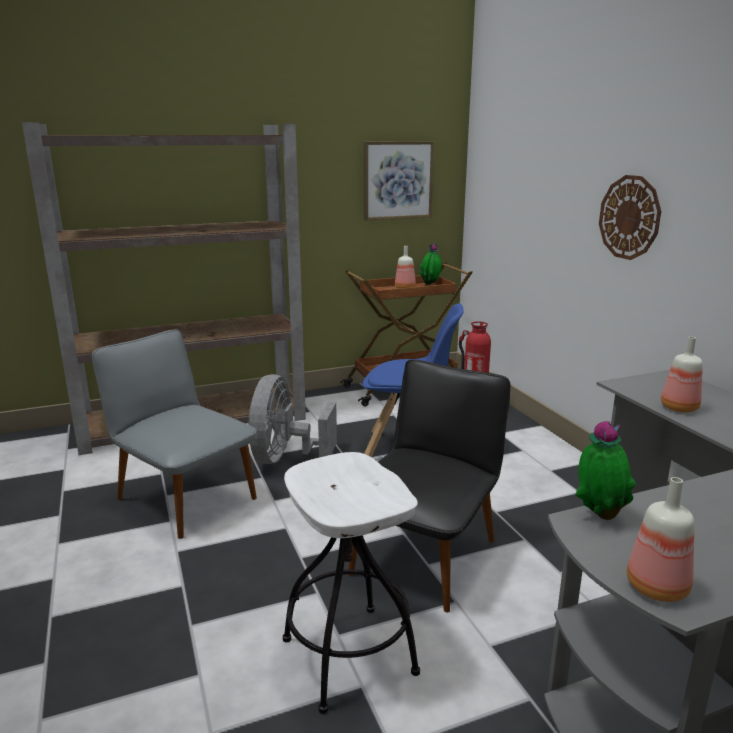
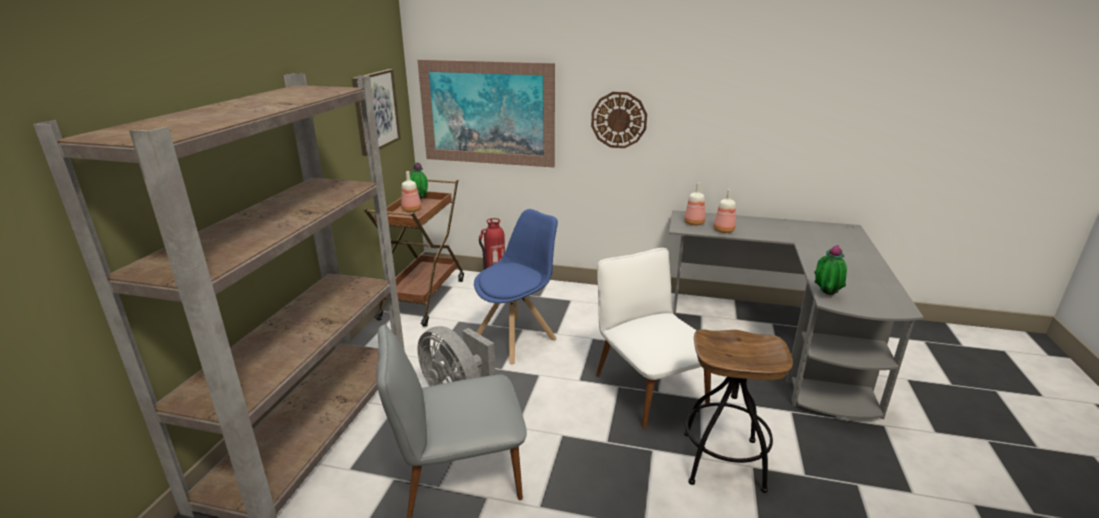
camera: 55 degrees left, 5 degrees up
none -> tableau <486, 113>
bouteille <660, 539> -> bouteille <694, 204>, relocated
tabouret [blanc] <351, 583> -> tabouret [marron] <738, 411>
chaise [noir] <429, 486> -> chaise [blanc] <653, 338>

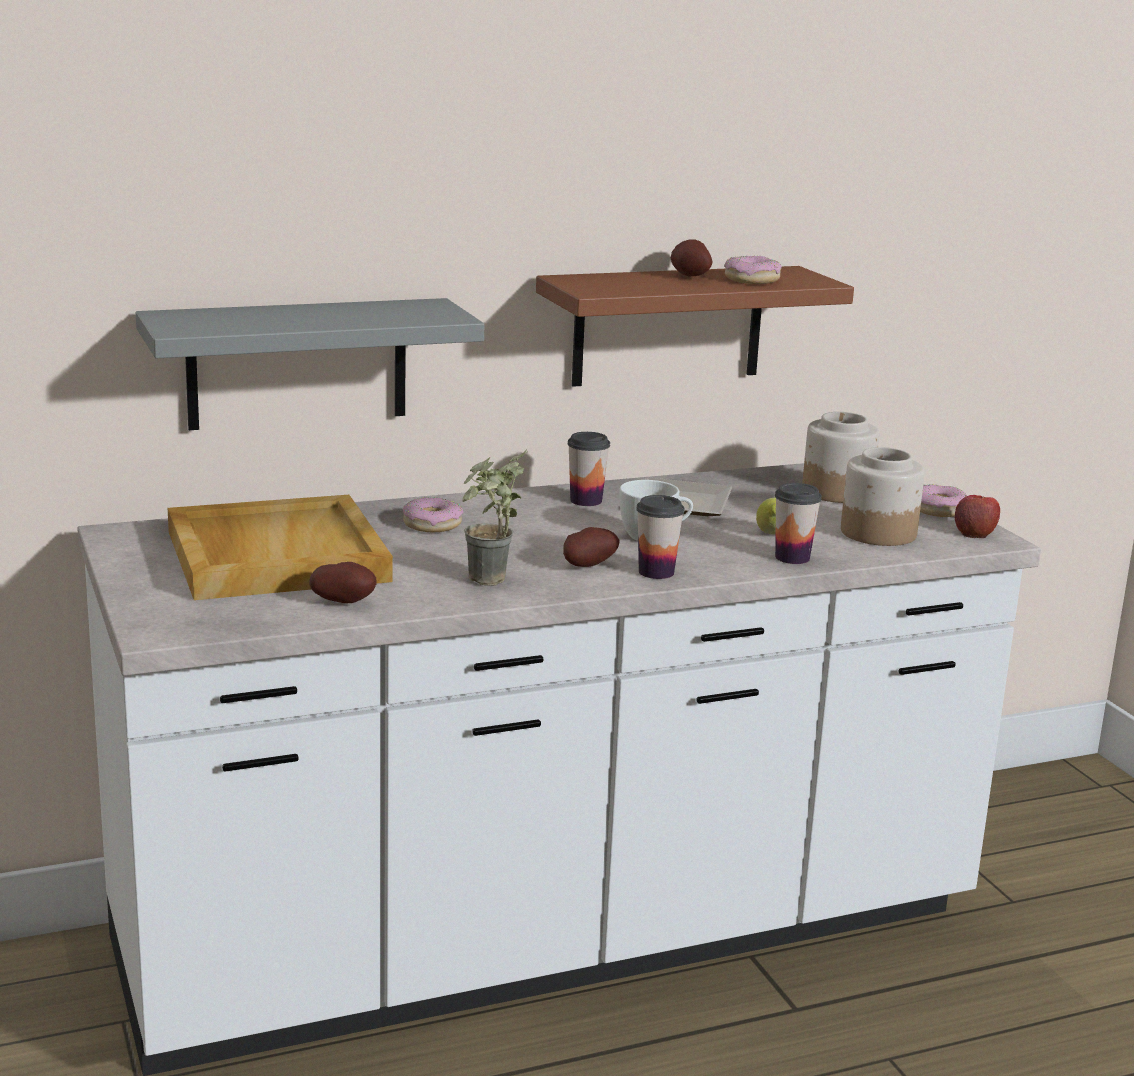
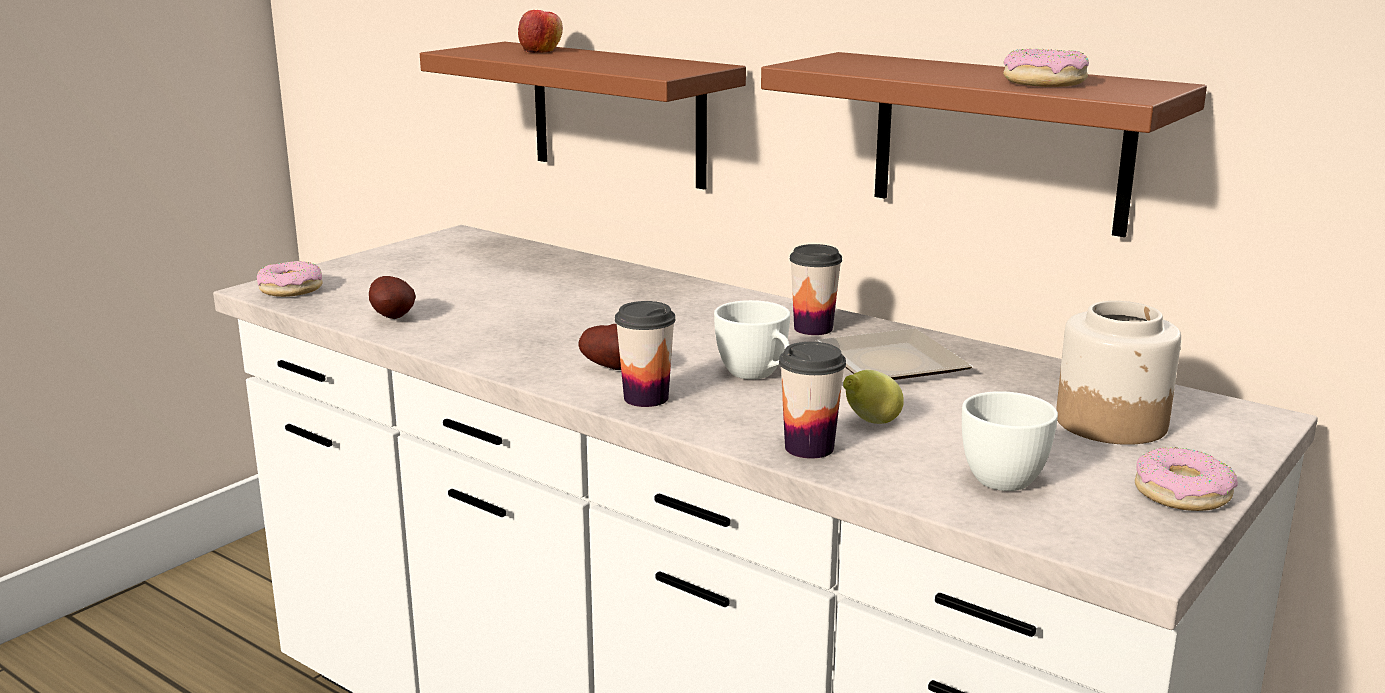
camera: 60 degrees right, 0 degrees up
plateau [beige] <280, 547> -> none
plante en pot <495, 517> -> none
pomme de terre <691, 258> -> none
beignet <433, 514> -> beignet <289, 279>, relocated
pomme <977, 516> -> pomme <540, 31>, relocated
bocal <883, 496> -> tasse [blanc] <1010, 441>
étagère [gris] <310, 364> -> étagère [marron] <583, 115>

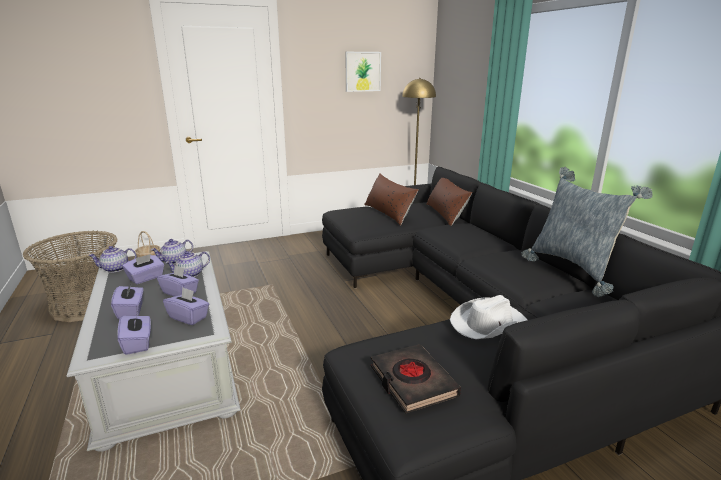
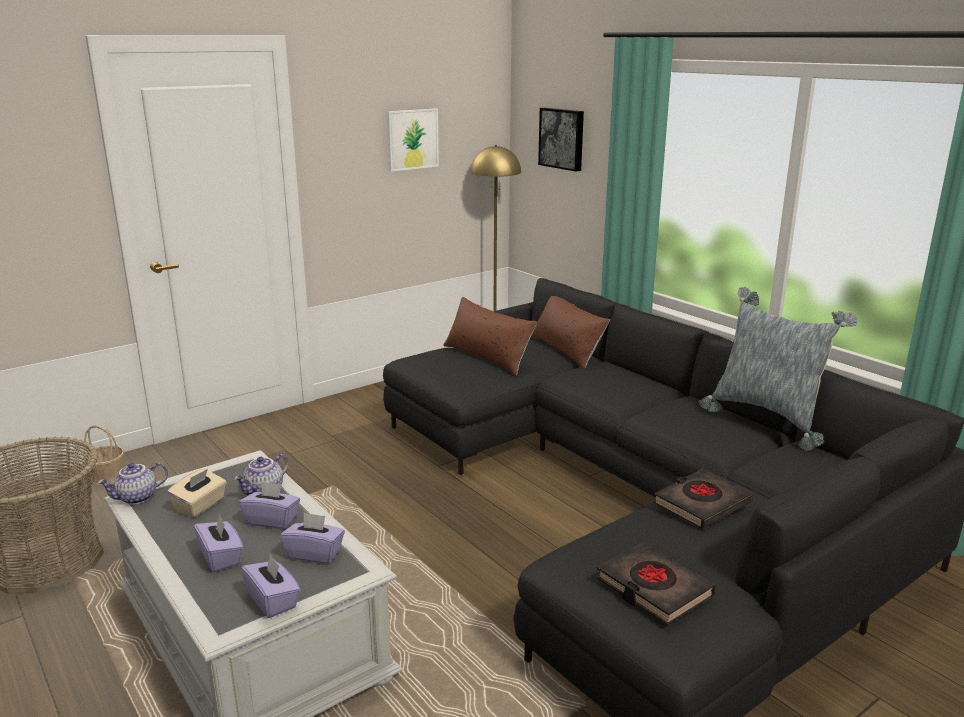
camera: 15 degrees left, 0 degrees up
théière <172, 251> -> none
none -> tableau <561, 140>
chapeau [blanc] <488, 317> -> livre [noir] <703, 499>
boîte à mouchoirs [violet] <143, 269> -> boîte à mouchoirs [beige] <197, 493>

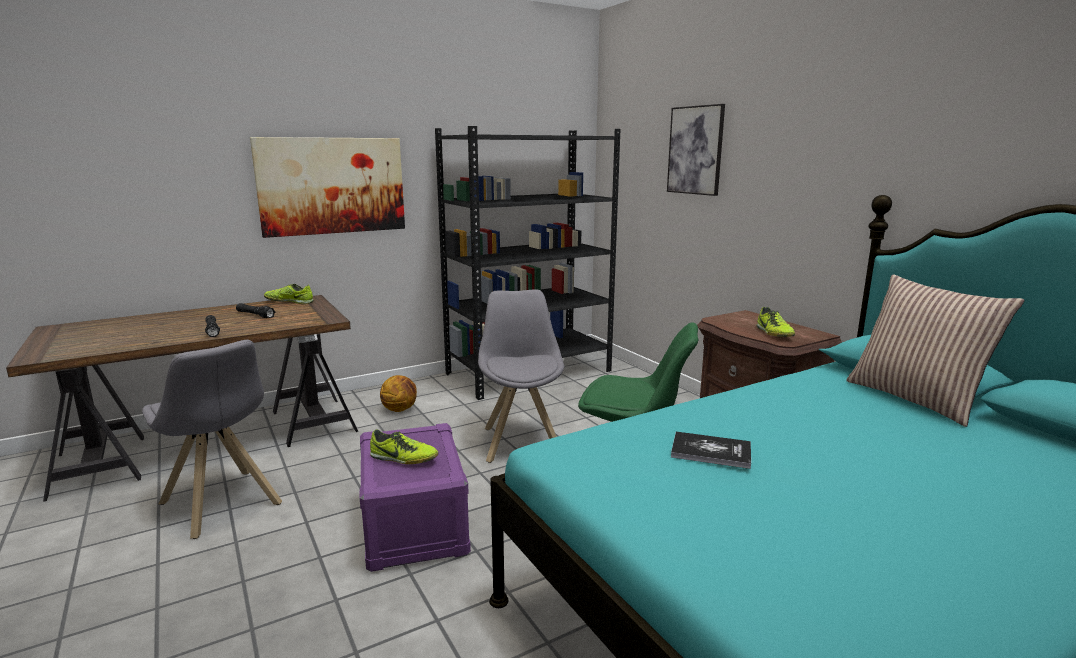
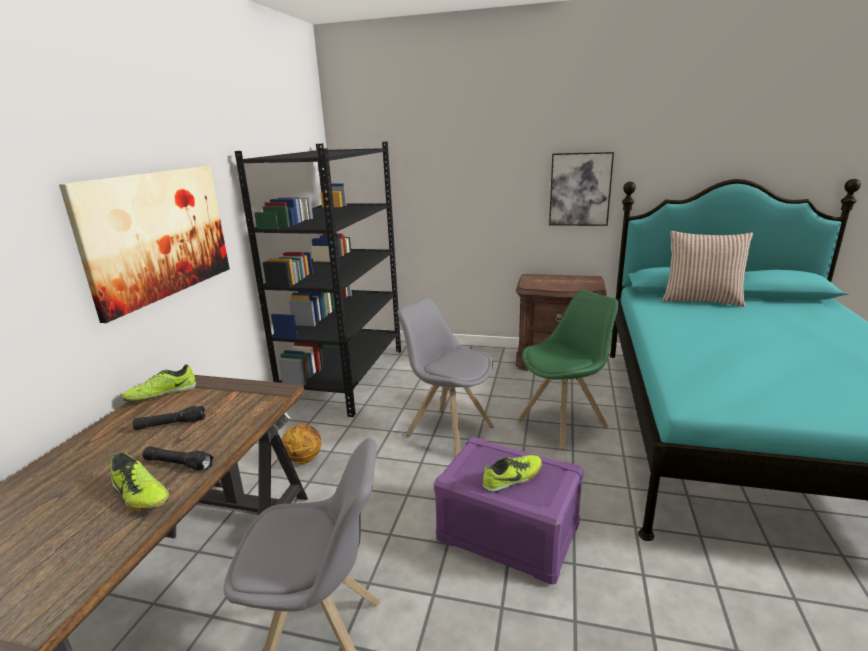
camera: 45 degrees left, 5 degrees up
livre <711, 450> -> none
tableau <696, 150> -> tableau <581, 189>, relocated
chaussure <775, 322> -> chaussure <140, 481>, relocated

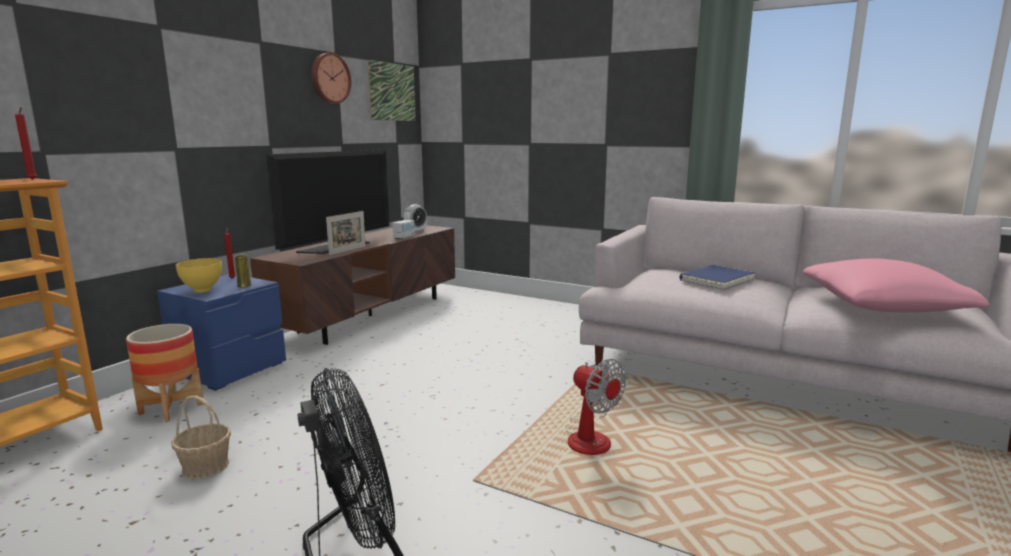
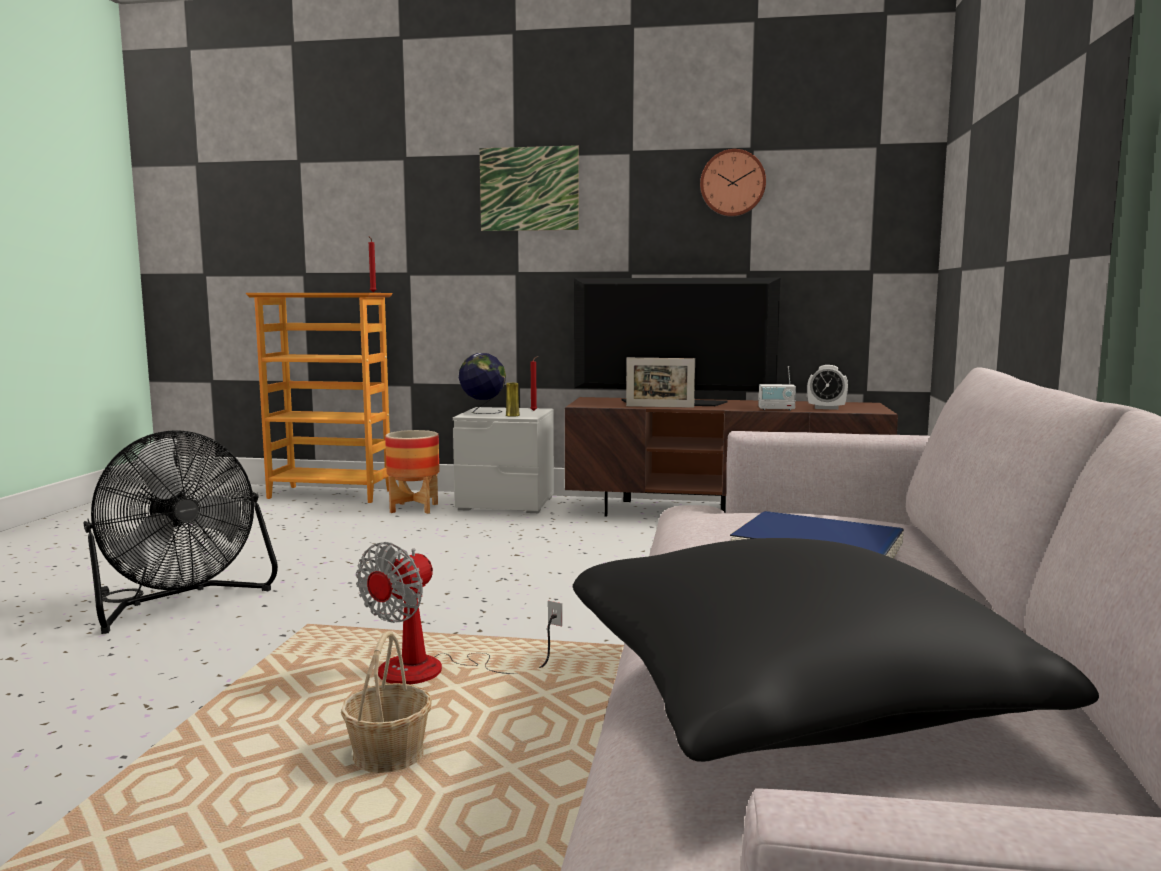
camera: 70 degrees right, 5 degrees down
panier <201, 438> -> panier <386, 702>, relocated
tableau <391, 90> -> tableau <529, 188>, relocated
bol [jaune] <199, 275> -> globe <482, 383>
table de chevet [bleu] <221, 332> -> table de chevet [blanc] <503, 460>
coussin [rose] <896, 285> -> coussin [noir] <836, 650>

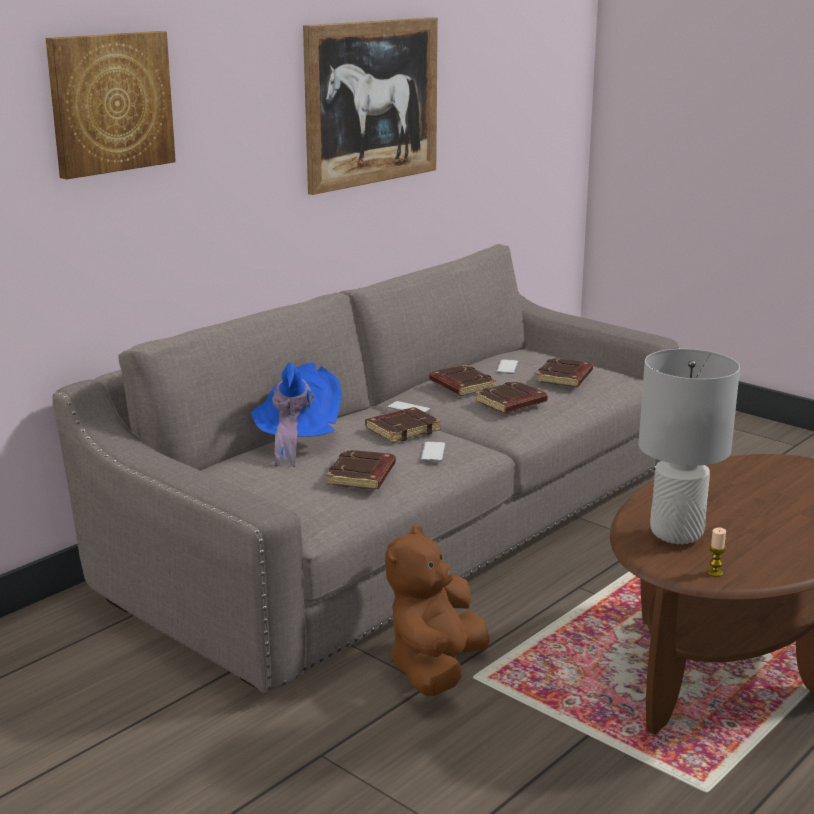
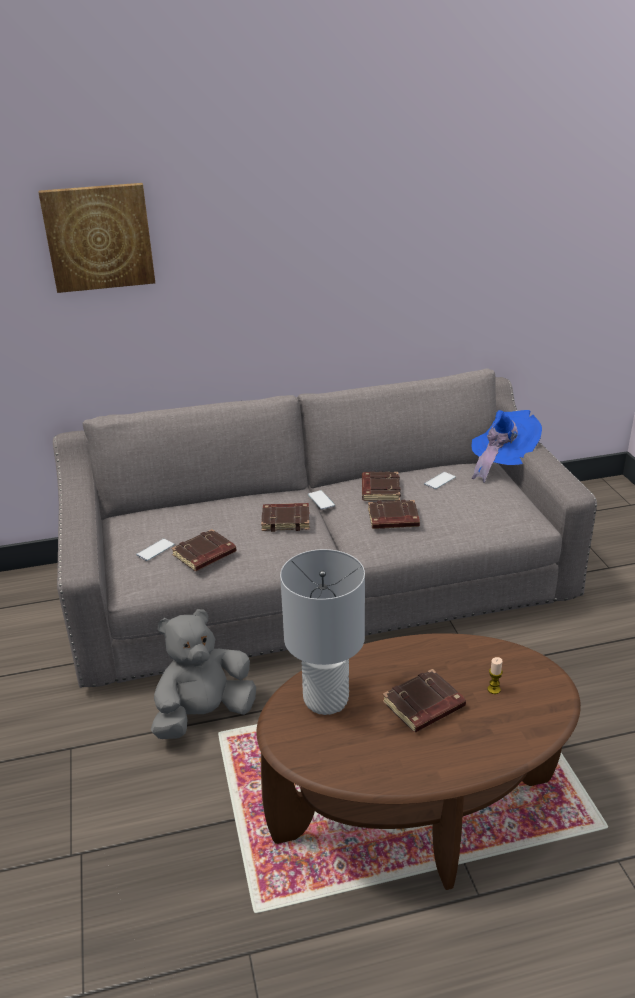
camera: 35 degrees right, 10 degrees up
tableau <370, 106> -> none
chapeau [bleu] <295, 414> -> chapeau [bleu] <506, 446>, relocated
téléphone <433, 451> -> téléphone <155, 549>, relocated
livre [marron] <564, 372> -> livre [marron] <424, 701>, relocated
bougie <716, 552> -> bougie <495, 675>, relocated
peluche [marron] <437, 610> -> peluche [gris] <203, 674>

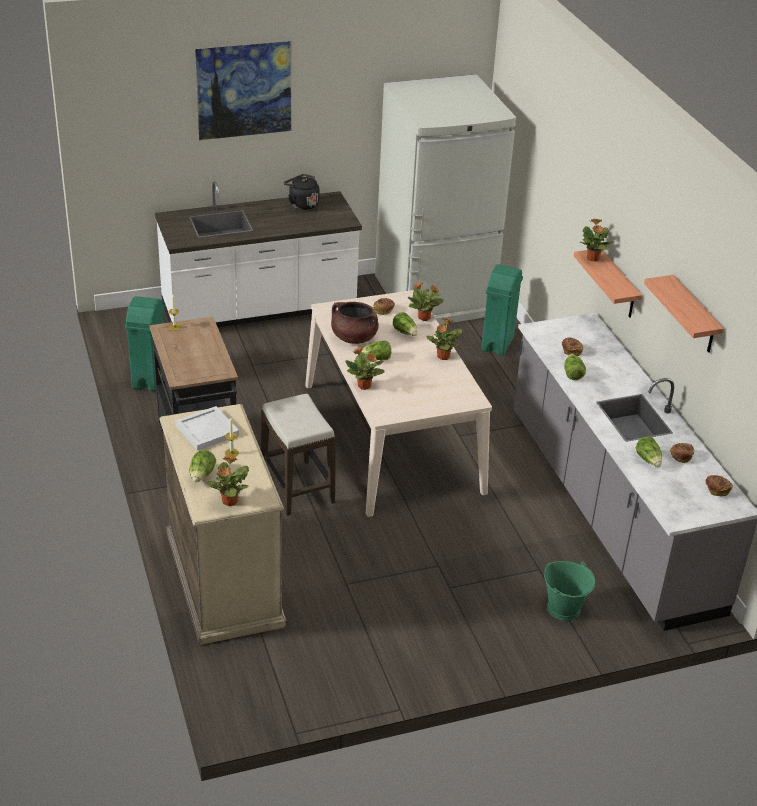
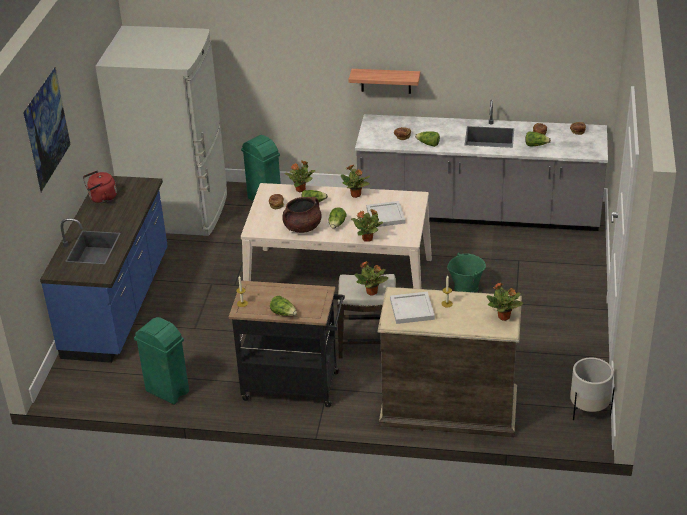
camera: 60 degrees left, 0 degrees up
étagère <684, 314> -> none
none -> plateau [blanc] <386, 214>
none -> cache-pot [blanc] <592, 389>
laitue <202, 466> -> laitue <283, 306>, relocated
seau [vert] <569, 591> -> seau [vert] <466, 272>, relocated
plante en pot <597, 240> -> plante en pot <371, 278>, relocated
comptoir de cuisine [blanc] <258, 254> -> comptoir de cuisine [bleu] <104, 269>
bouilloire [noir] <302, 192> -> bouilloire [rouge] <100, 186>

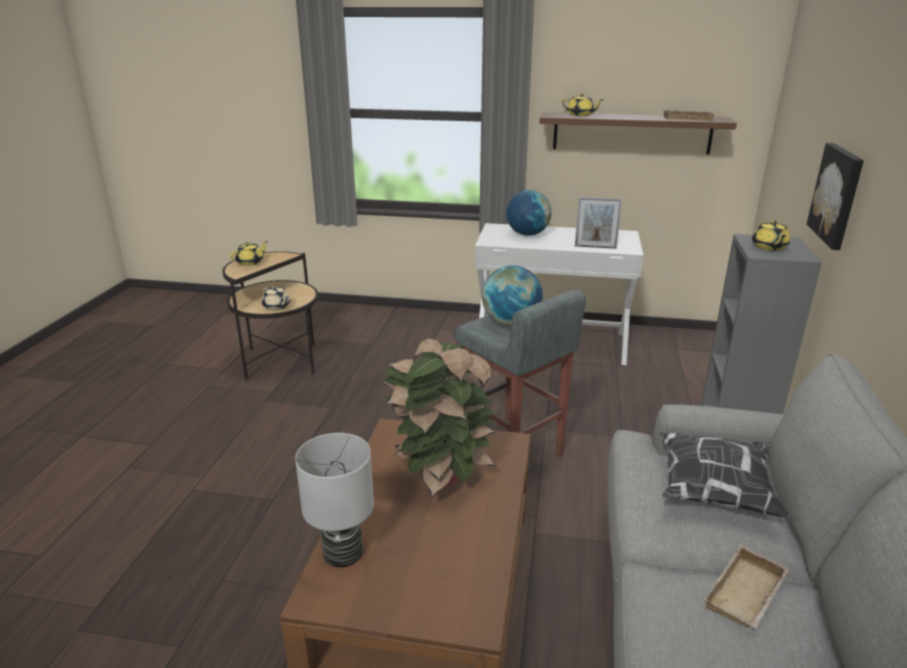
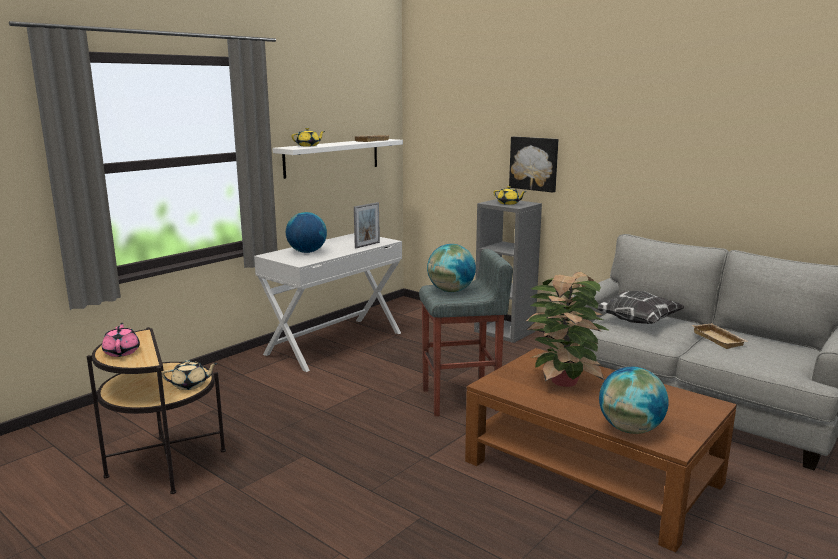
camera: 60 degrees left, 10 degrees down
lampe de table [gris] <334, 500> -> globe <634, 400>
théière [jaune] <249, 253> -> théière [rose] <121, 340>
étagère [marron] <638, 133> -> étagère [blanc] <337, 159>

